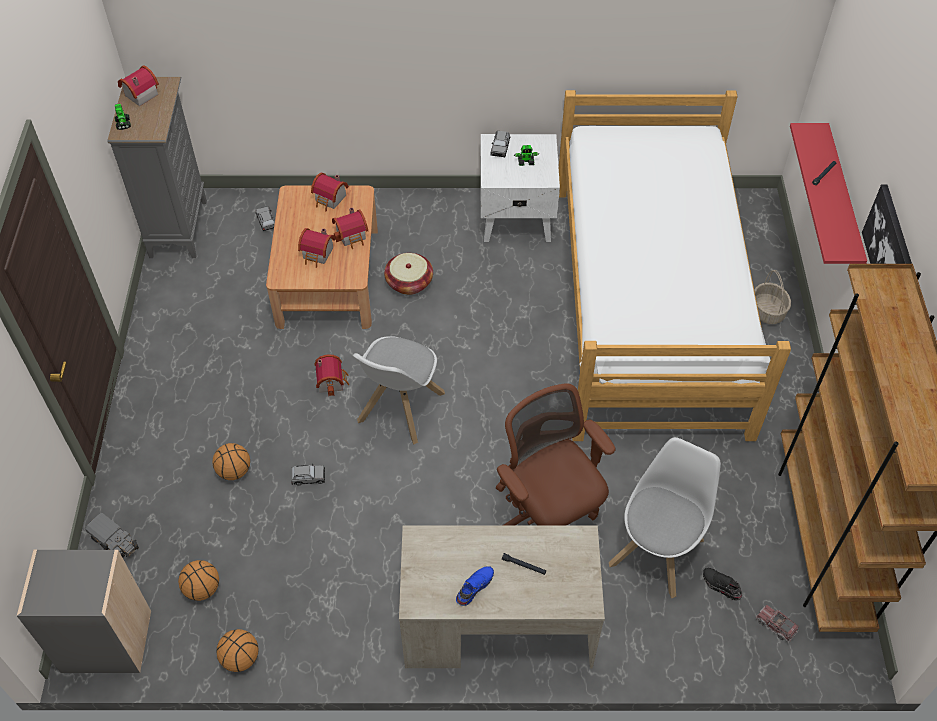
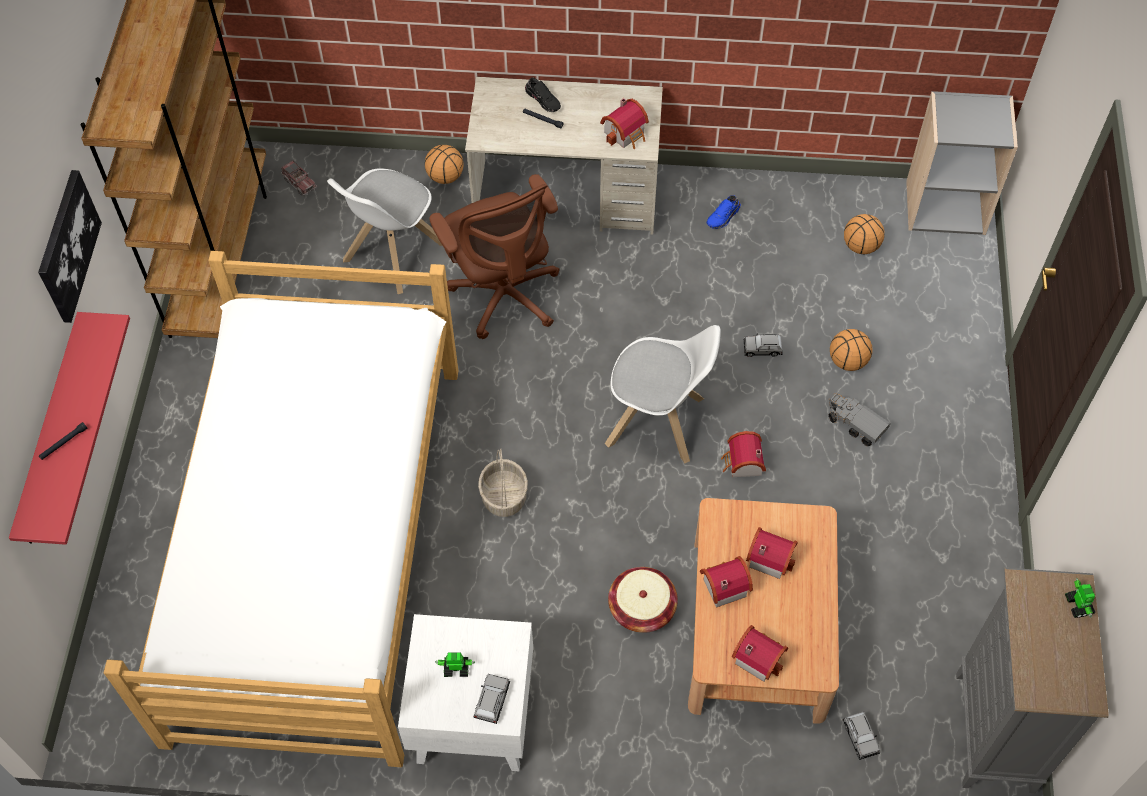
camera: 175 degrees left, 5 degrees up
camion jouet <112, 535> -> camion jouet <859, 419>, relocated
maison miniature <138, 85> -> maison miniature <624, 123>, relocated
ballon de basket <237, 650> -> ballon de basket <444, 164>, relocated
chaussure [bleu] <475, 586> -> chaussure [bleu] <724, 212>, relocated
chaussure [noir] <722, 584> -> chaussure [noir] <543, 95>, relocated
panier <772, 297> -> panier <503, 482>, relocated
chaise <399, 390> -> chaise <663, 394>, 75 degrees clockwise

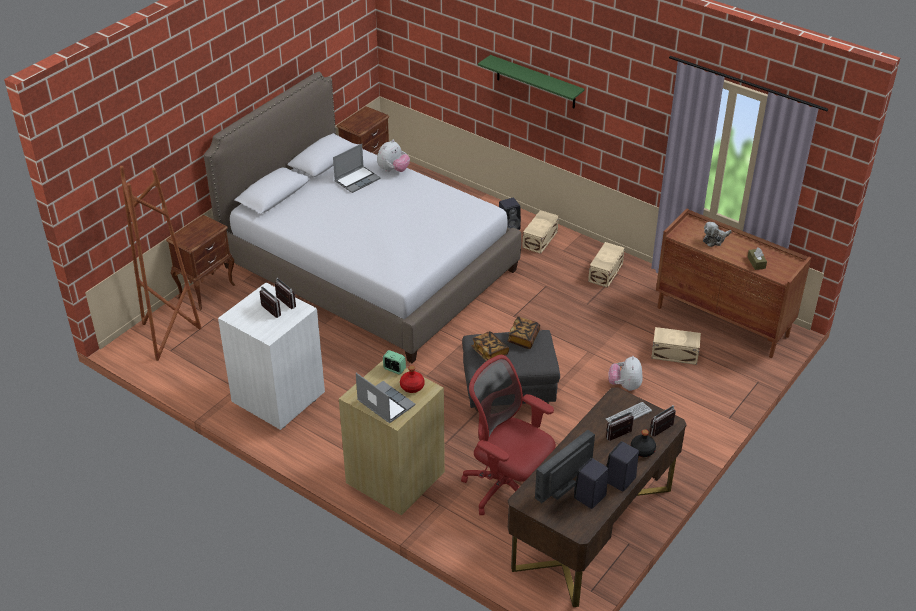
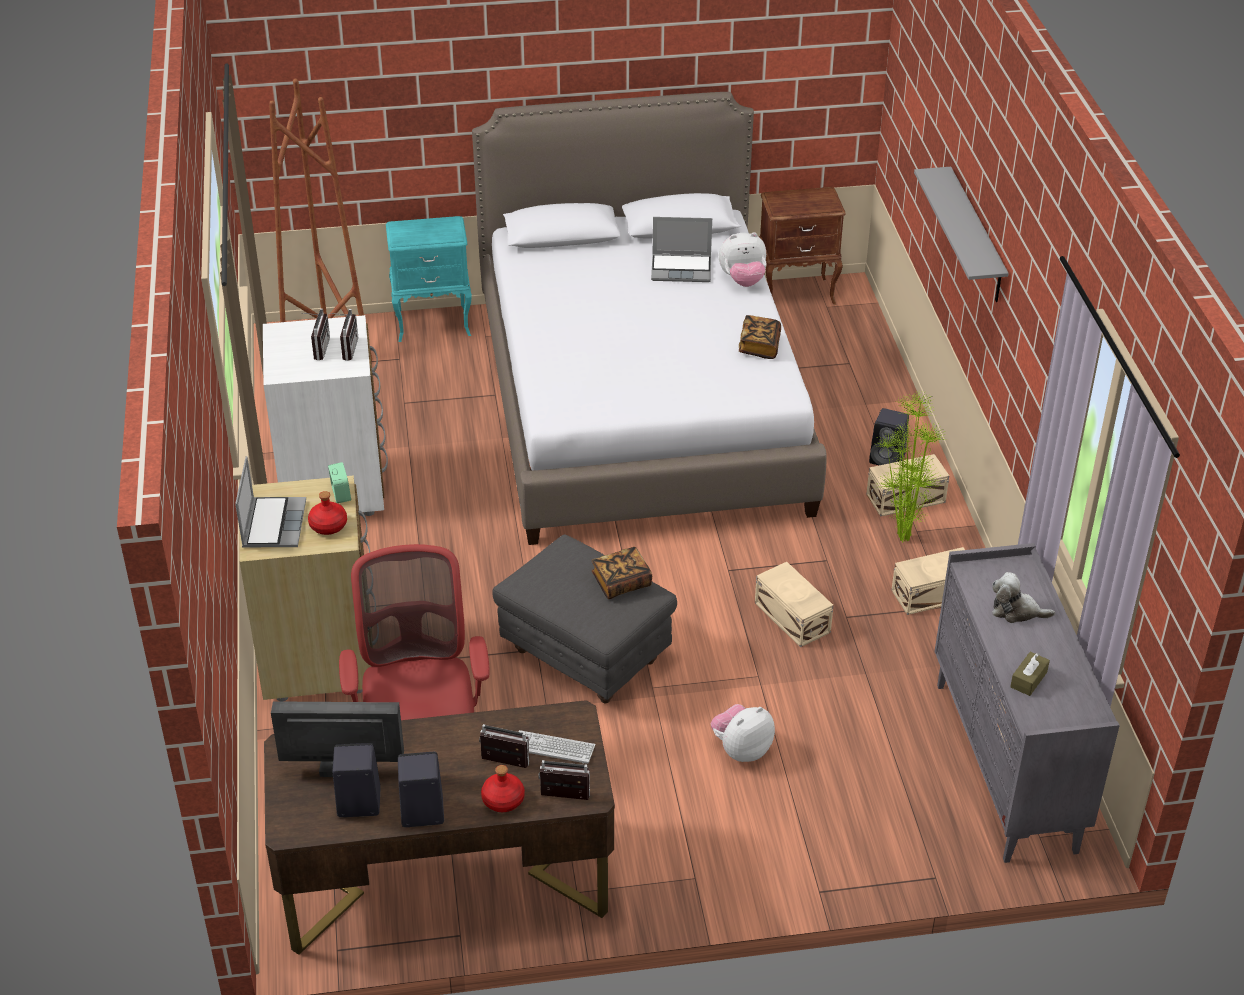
camera: 45 degrees right, 0 degrees up
none -> plante en pot <910, 467>
livre <490, 346> -> livre <760, 337>, relocated
boîte de rangement [beige] <676, 346> -> boîte de rangement [beige] <794, 604>, relocated
table de chevet [marron] <200, 262> -> table de chevet [turquoise] <429, 279>
étagère [vert] <531, 81> -> étagère [gris] <961, 234>
bouteille [noir] <643, 443> -> bouteille [rouge] <503, 788>
meuble de rangement [marron] <733, 283> -> meuble de rangement [gris] <1027, 703>

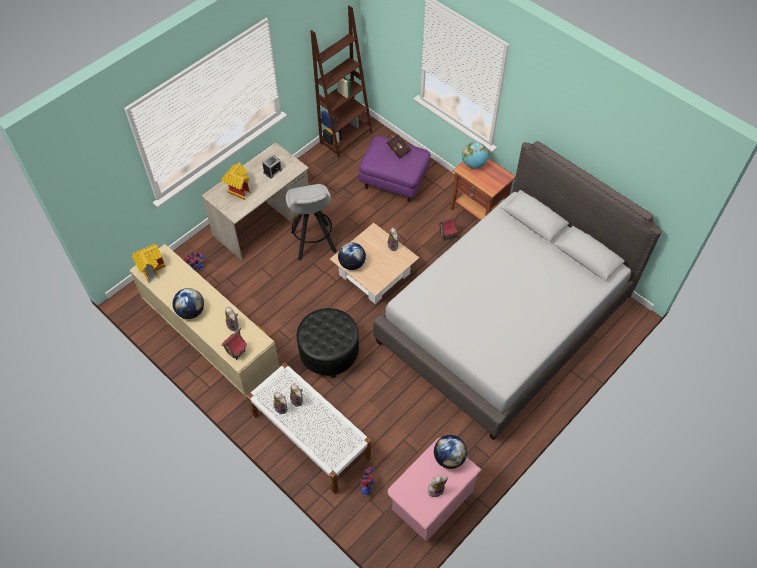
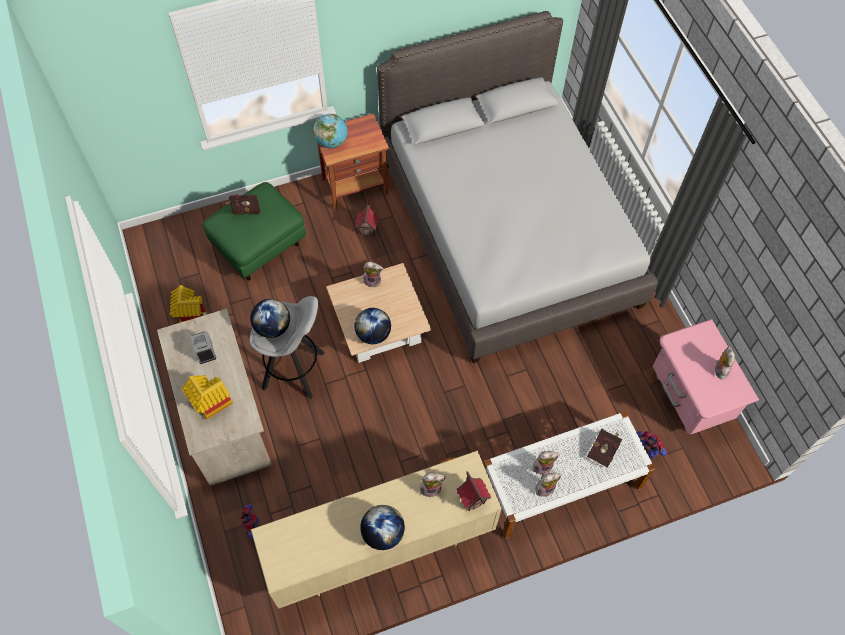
camera: 65 degrees left, 5 degrees up
pouf [noir] <328, 343> -> none
bibliothèque [marron] <341, 82> -> none
none -> livre [rouge] <604, 448>
maison miniature <149, 263> -> maison miniature <188, 304>, relocated
globe <450, 452> -> globe <270, 318>, relocated
pouf [violet] <395, 169> -> pouf [vert] <254, 231>

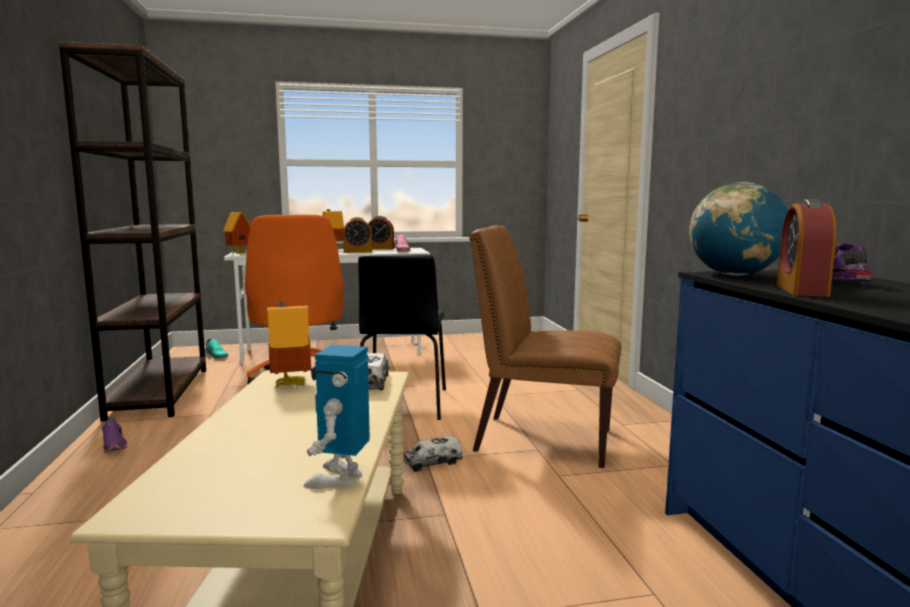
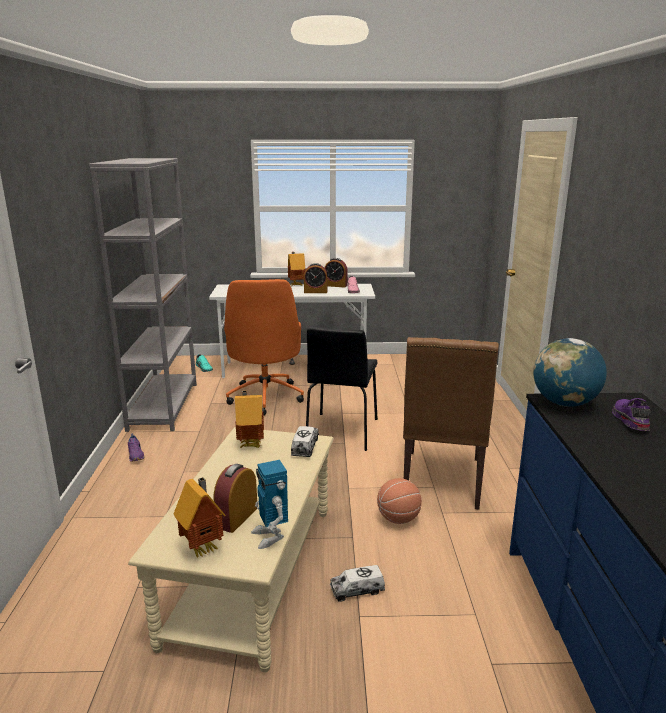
camera: 10 degrees right, 10 degrees up
none -> ballon de basket <399, 501>
maison miniature <237, 232> -> maison miniature <199, 517>, relocated
camion jouet <433, 453> -> camion jouet <357, 583>, relocated
réveil <807, 248> -> réveil <235, 498>, relocated
bibliothèque [marron] <132, 232> -> bibliothèque [gris] <143, 295>
robot jouet <336, 417> -> robot jouet <269, 504>, 45 degrees counterclockwise
chaise [marron] <545, 346> -> chaise [marron] <451, 423>, 105 degrees counterclockwise

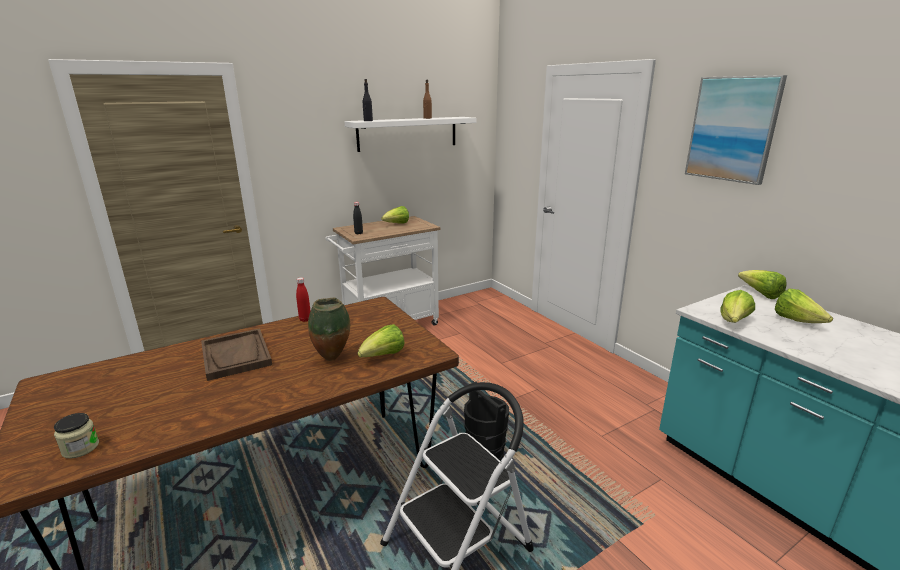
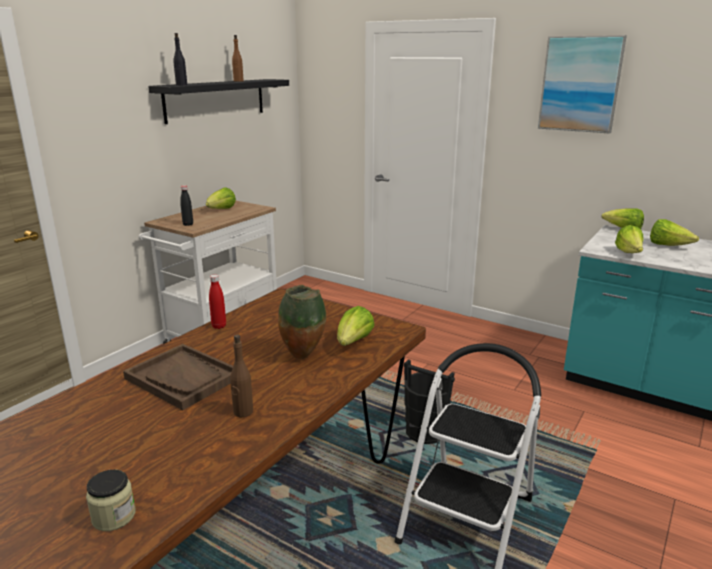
camera: 25 degrees left, 0 degrees up
none -> bouteille [marron] <241, 376>
étagère [blanc] <410, 134> -> étagère [noir] <218, 101>

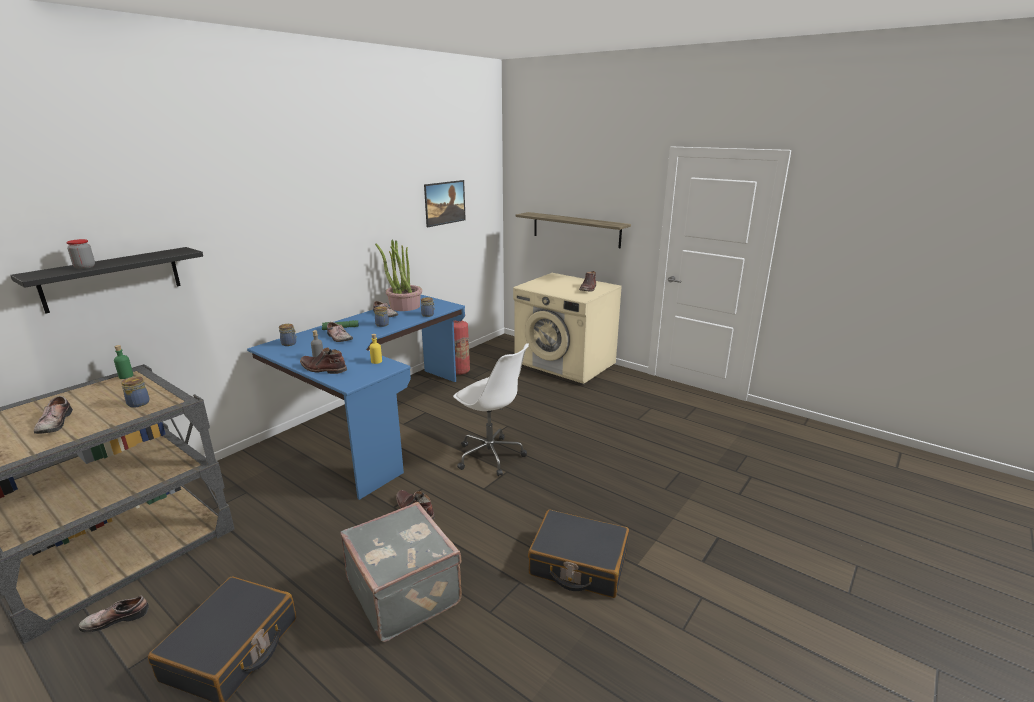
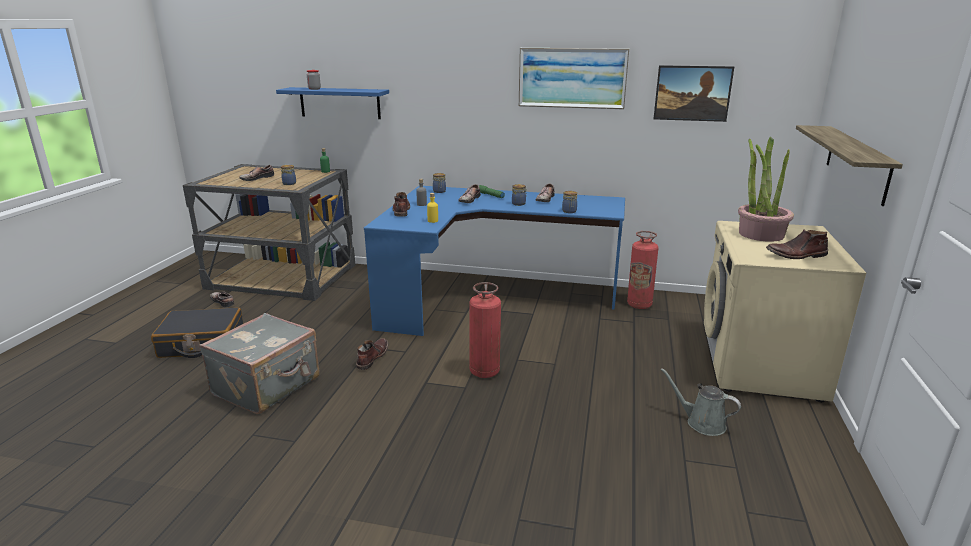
camera: 65 degrees right, 0 degrees up
valise [noir] <578, 553> -> none
none -> tableau <574, 78>
none -> arrosoir [gris] <700, 402>
plante en pot <398, 275> -> plante en pot <766, 189>, relocated
chaise de bureau [blanc] <491, 409> -> extincteur <485, 330>
étagère [noir] <106, 280> -> étagère [bleu] <332, 103>

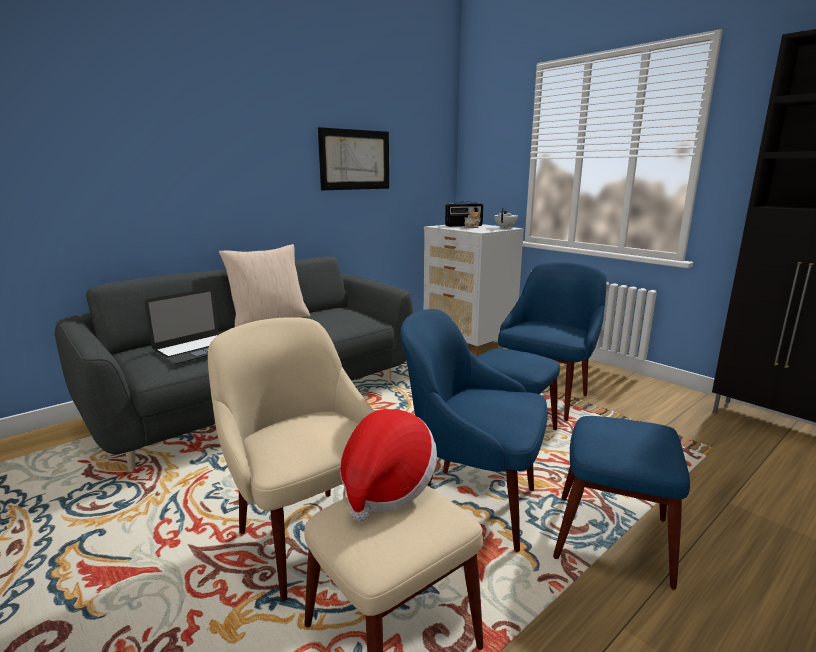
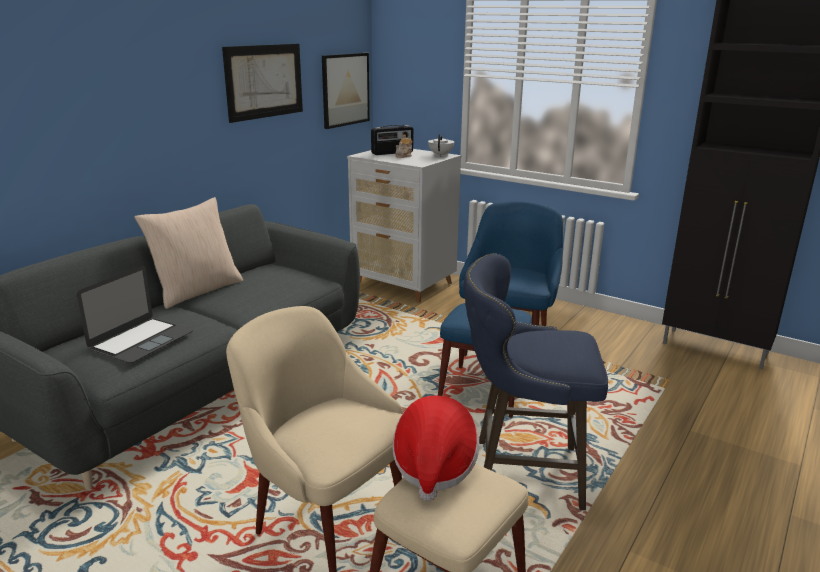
camera: 15 degrees left, 5 degrees up
none -> tableau <346, 91>
fauteuil [bleu] <545, 449> -> tabouret [bleu] <535, 381>

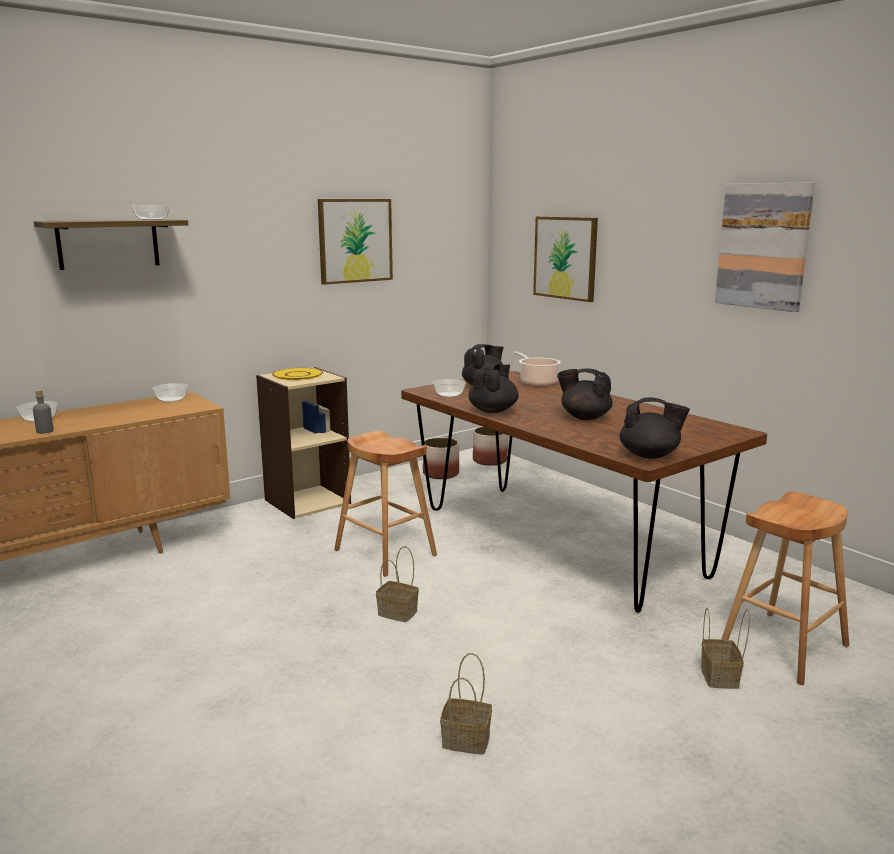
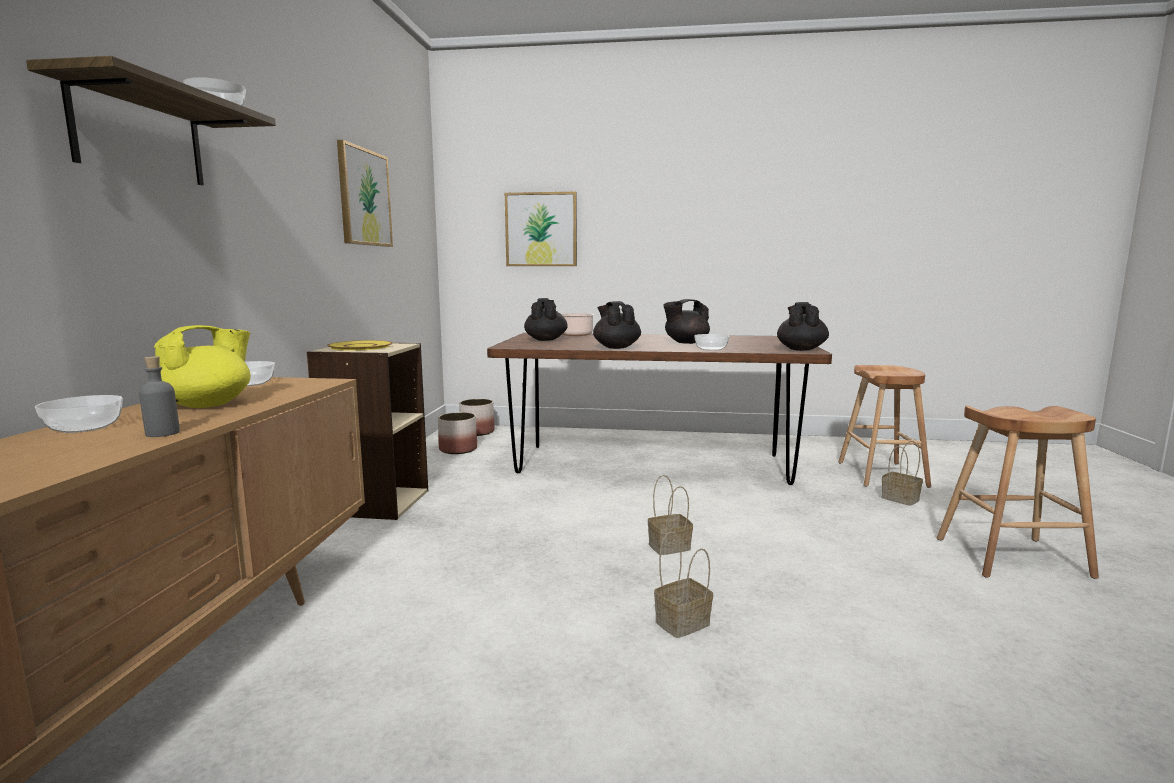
camera: 45 degrees left, 5 degrees down
tableau <765, 247> -> none
none -> théière [jaune] <202, 366>
tabouret [marron] <385, 504> -> tabouret [marron] <1018, 492>, relocated
bol <449, 388> -> bol <711, 342>, relocated
panier <466, 704> -> panier <683, 585>, relocated
théière [noir] <654, 428> -> théière [noir] <803, 326>, 45 degrees counterclockwise

